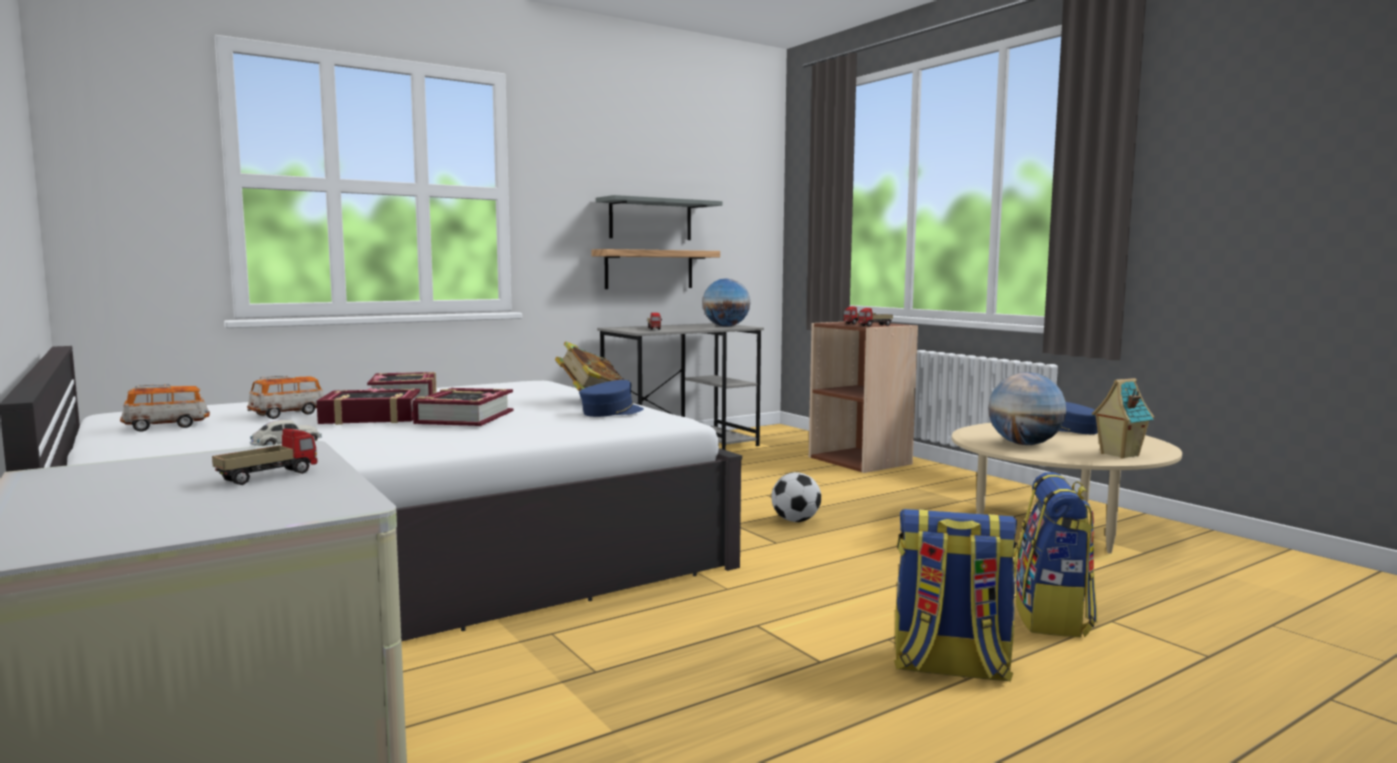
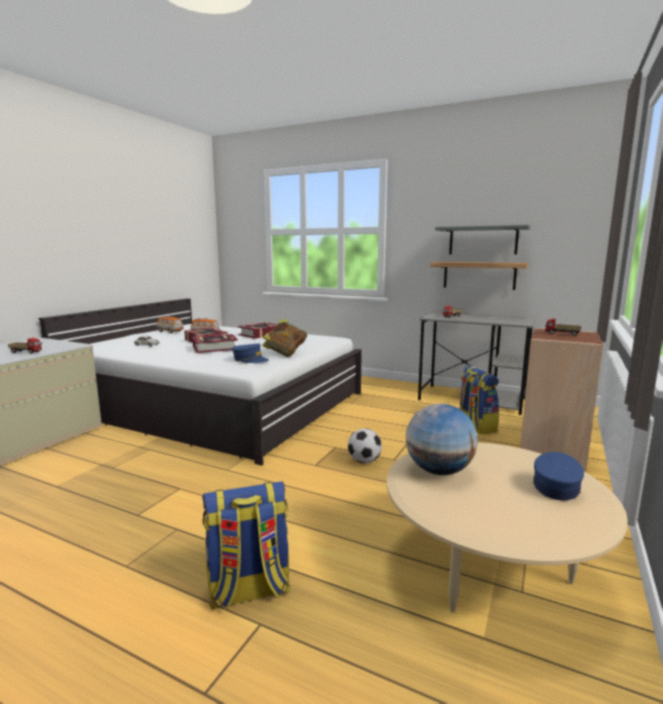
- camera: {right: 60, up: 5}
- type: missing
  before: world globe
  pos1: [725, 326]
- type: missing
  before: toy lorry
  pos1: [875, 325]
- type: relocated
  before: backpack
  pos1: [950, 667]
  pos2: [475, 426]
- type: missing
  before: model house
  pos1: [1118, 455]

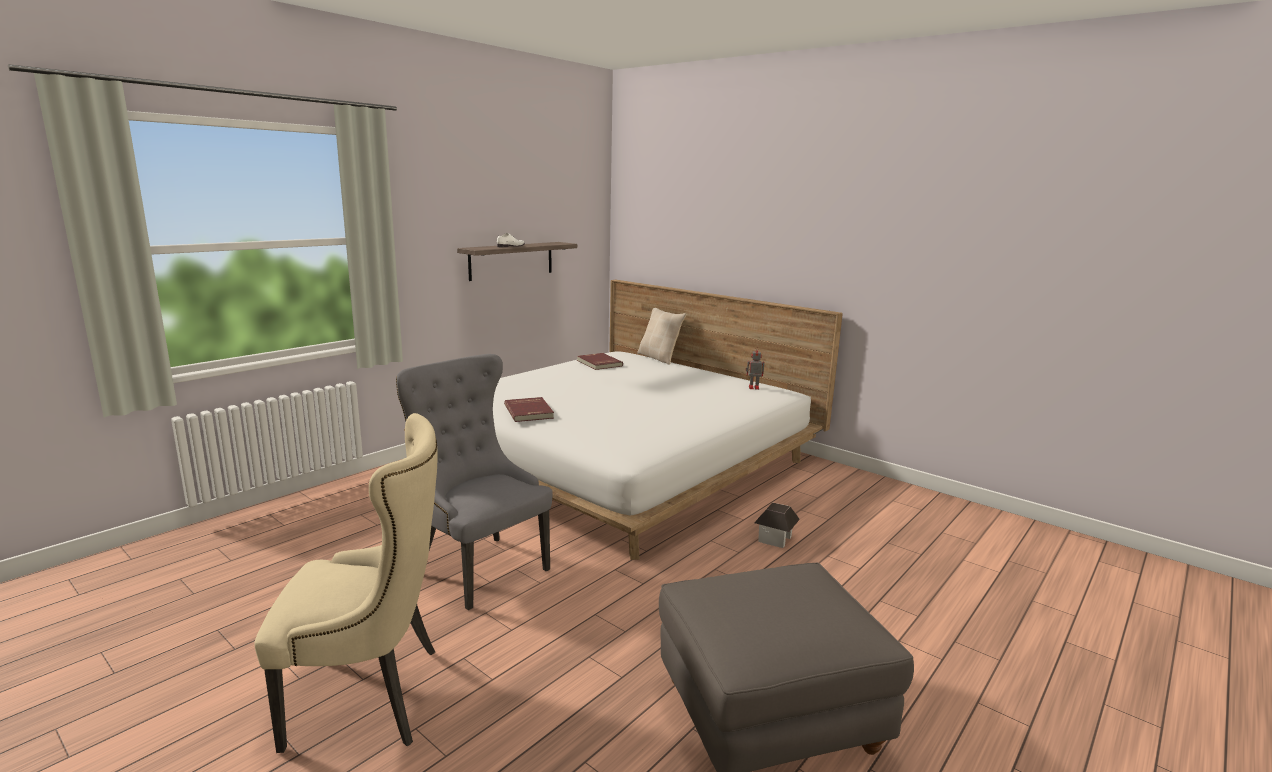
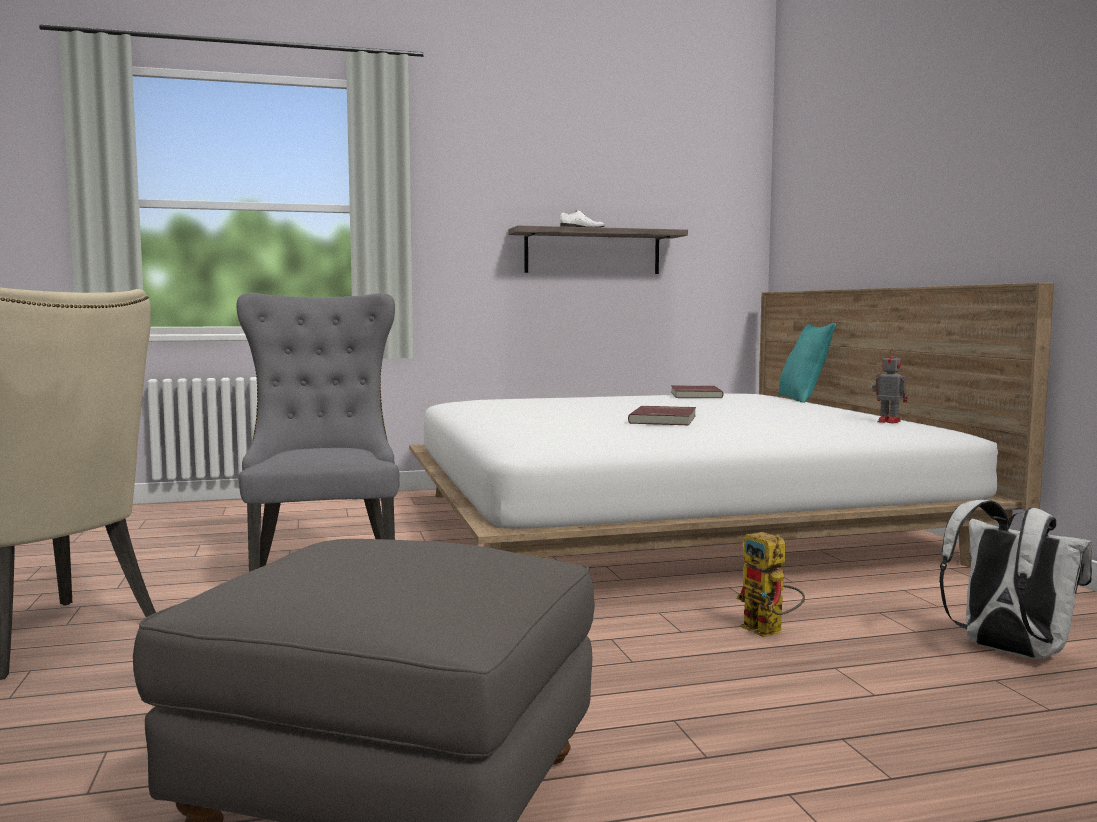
- camera: {right: 35, up: -10}
- type: relocated
  before: reddish bound book
  pos1: [530, 411]
  pos2: [665, 419]
- type: colour
  before: beige cushion
  after: turquoise-coloured cushion
  pos1: [659, 358]
  pos2: [803, 399]
- type: exchanged
  before: model house
  after: toy robot
  pos1: [775, 539]
  pos2: [770, 631]
- type: appeared
  after: whitish backpack
  pos2: [1007, 652]

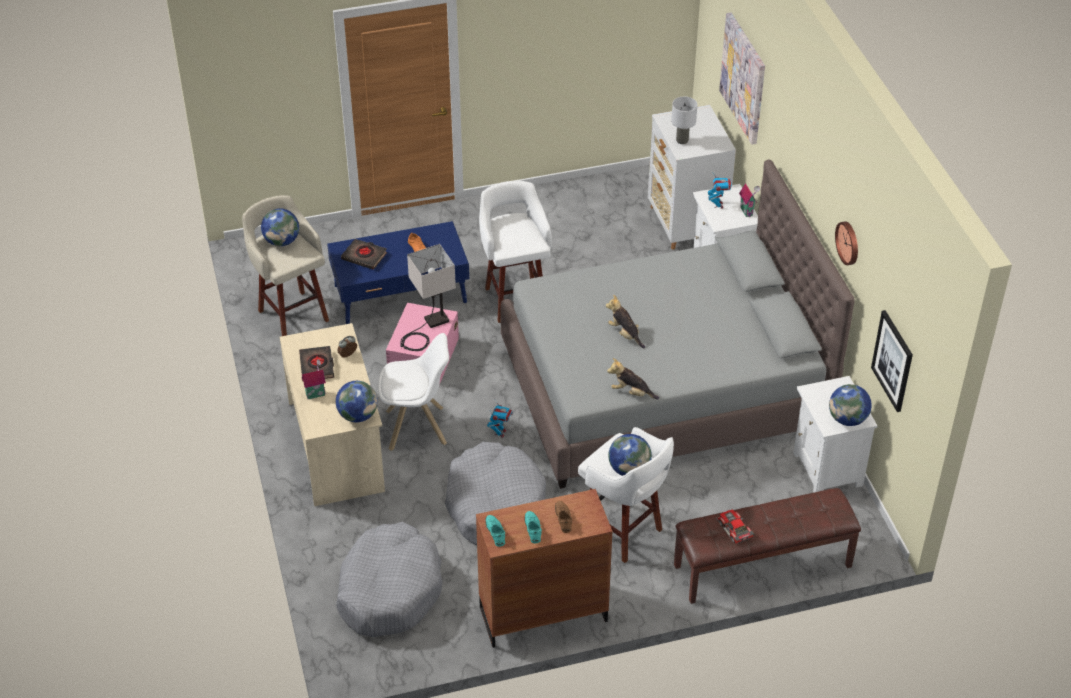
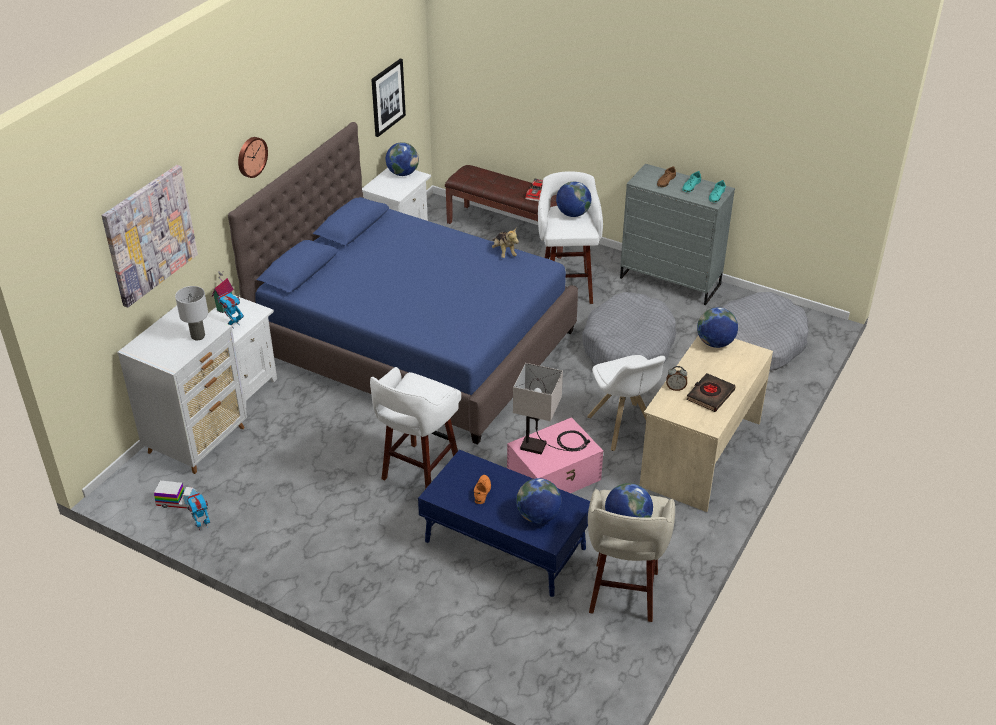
- camera: {right: -135, up: -5}
- type: missing
  before: model house
  pos1: [315, 393]
- type: exchanged
  before: black bound book
  after: world globe
  pos1: [364, 256]
  pos2: [538, 516]
- type: spun
  before: whitish upright chair
  pos1: [417, 428]
  pos2: [623, 427]
  turn: -150
- type: colour
  before: brownish drawer chest
  after: gray drawer chest
  pos1: [543, 615]
  pos2: [671, 281]
- type: relocated
  before: toy robot
  pos1: [500, 432]
  pos2: [202, 525]
- type: colour
  before: gray bedroom bed
  after: blue bedroom bed
  pos1: [663, 386]
  pos2: [414, 343]
- type: missing
  before: plush toy
  pos1: [625, 334]
- type: relocated
  before: hanging clock
  pos1: [848, 242]
  pos2: [251, 156]
- type: appeared
  after: toy lorry
  pos2: [179, 502]

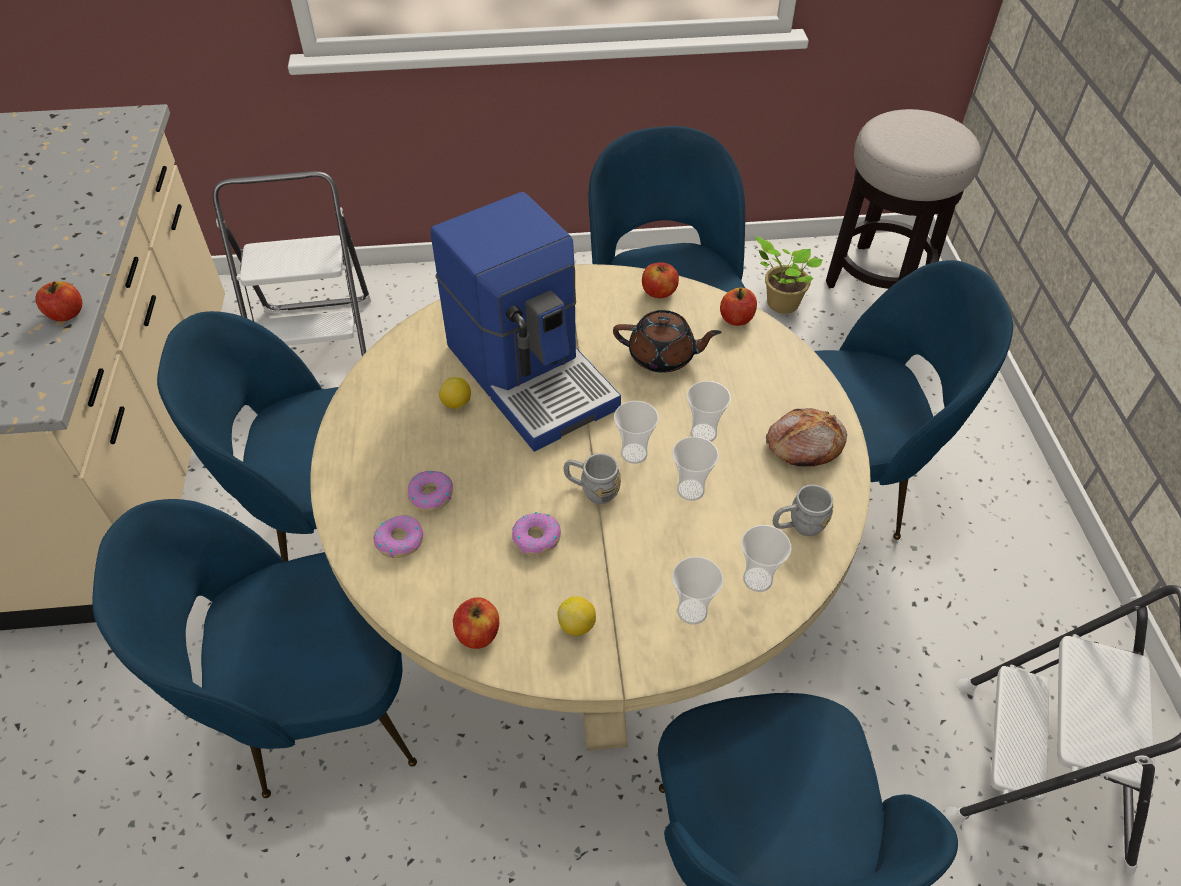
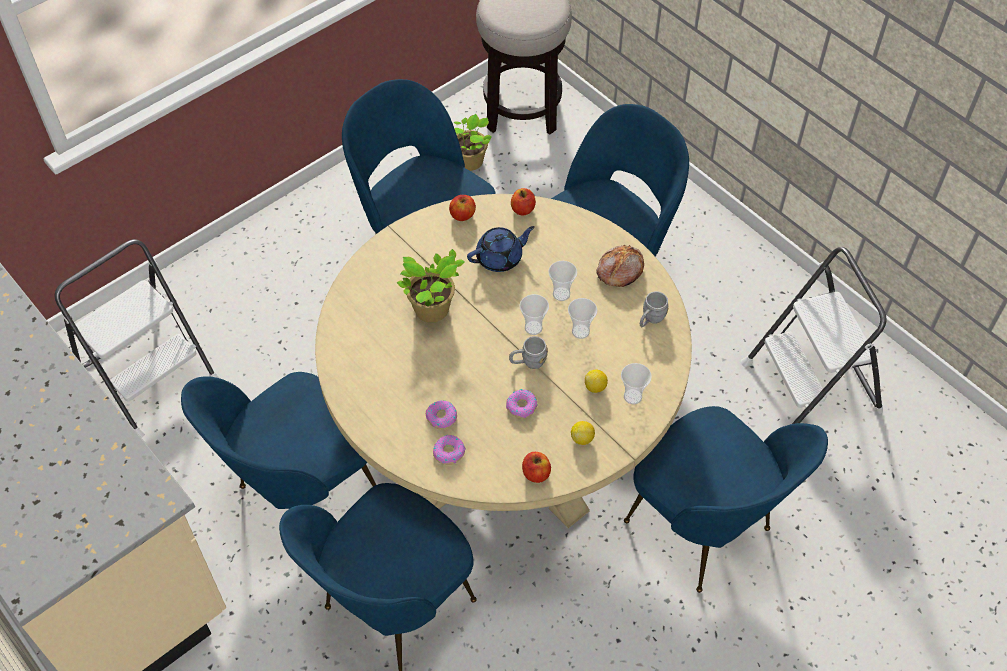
- camera: {right: -35, up: 5}
- type: missing
  before: apple
  pos1: [66, 314]
- type: exchanged
  before: coffee maker
  after: houseplant
  pos1: [532, 373]
  pos2: [433, 311]
- type: relocated
  before: citrus fruit
  pos1: [457, 404]
  pos2: [595, 387]
- type: colour
  before: brownish teapot
  after: blue teapot
  pos1: [663, 356]
  pos2: [500, 258]
- type: missing
  before: drinking cup
  pos1: [757, 579]

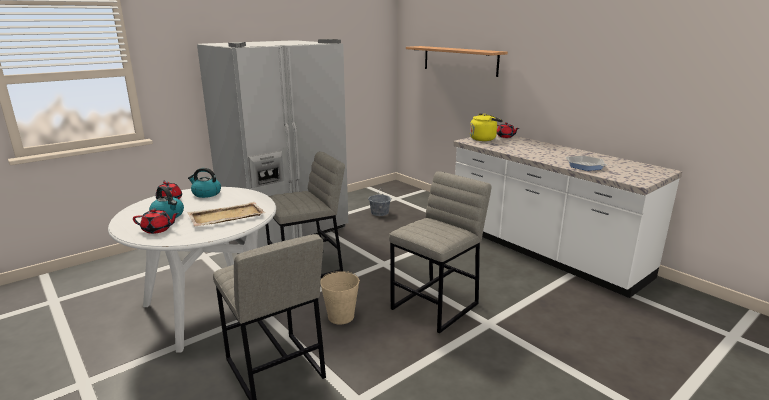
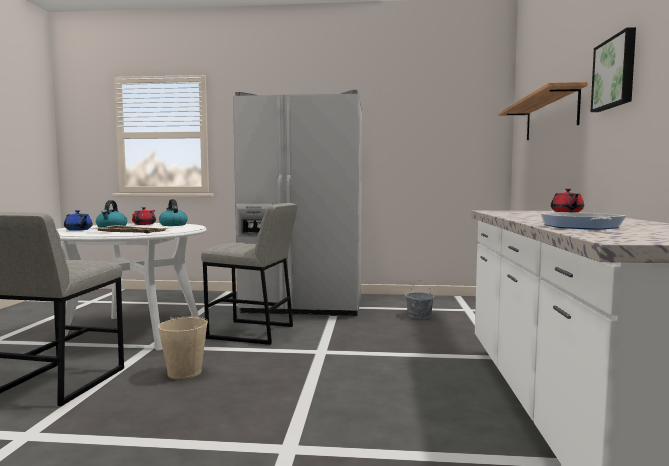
- camera: {right: 45, up: -15}
- type: colour
  before: reddish teapot
  after: blue teapot
  pos1: [157, 229]
  pos2: [78, 230]
- type: missing
  before: gray upright chair
  pos1: [436, 305]
- type: missing
  before: yellow tea kettle
  pos1: [484, 139]
- type: appeared
  after: wall picture
  pos2: [615, 73]

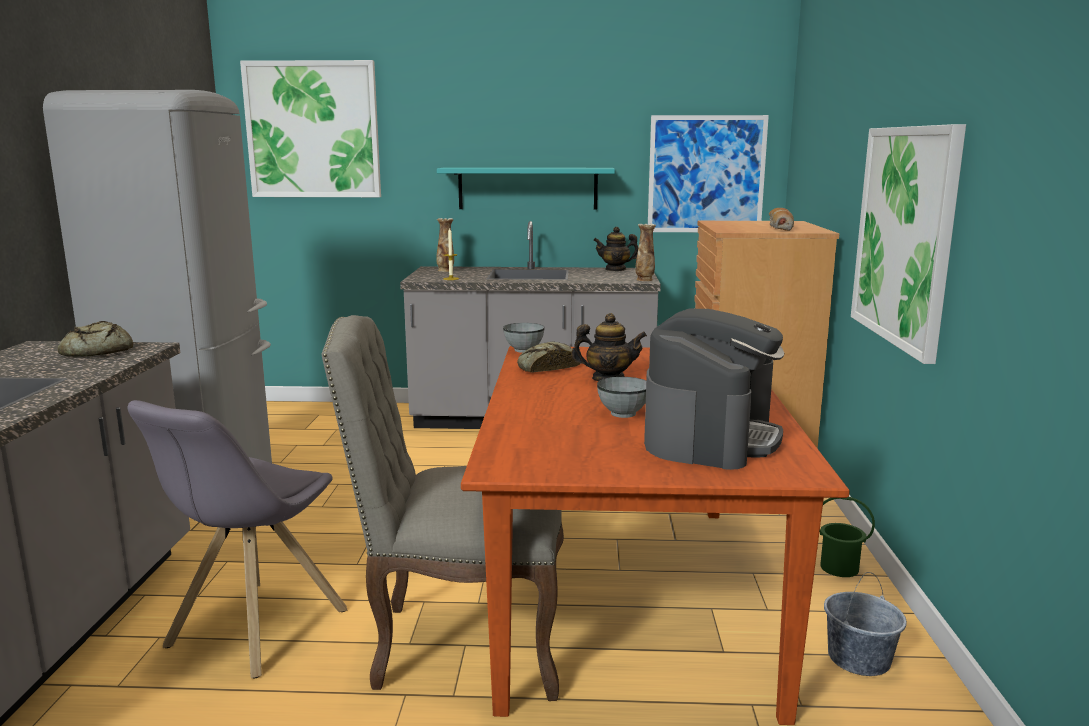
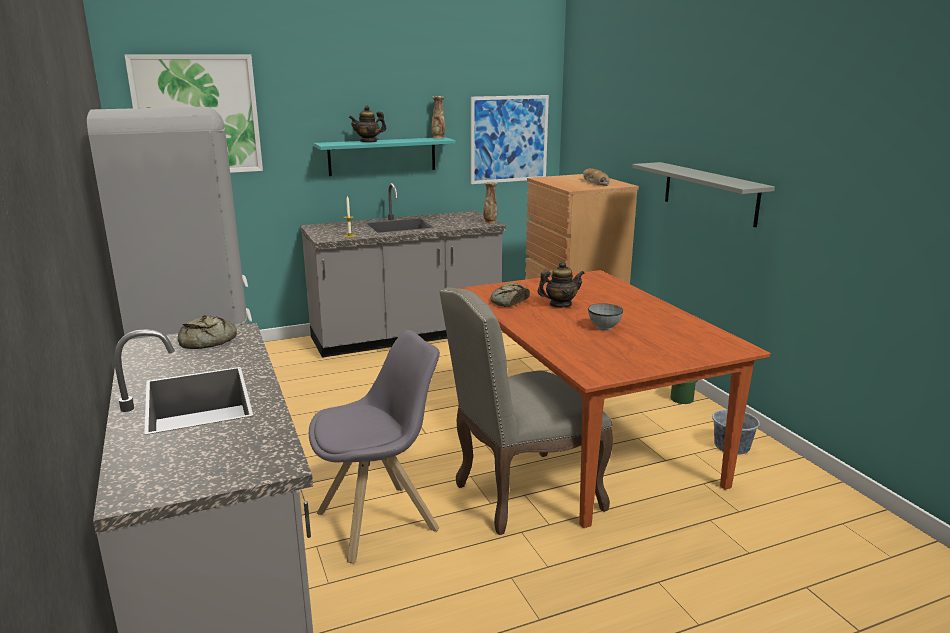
- camera: {right: -25, up: 5}
- type: spun
  before: gray upright chair
  pos1: [255, 627]
  pos2: [378, 521]
  turn: -120
- type: relocated
  before: decorative vase
  pos1: [446, 270]
  pos2: [438, 138]
- type: missing
  before: gray deep dish
  pos1: [524, 350]
- type: relocated
  before: teapot
  pos1: [615, 269]
  pos2: [368, 141]
- type: missing
  before: coffee maker
  pos1: [710, 437]
- type: exchanged
  before: wall picture
  after: gray shelf
  pos1: [905, 235]
  pos2: [709, 193]

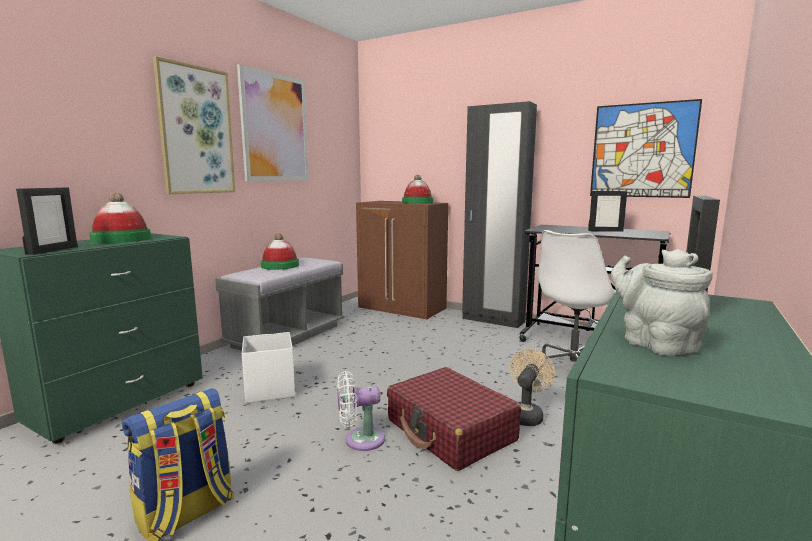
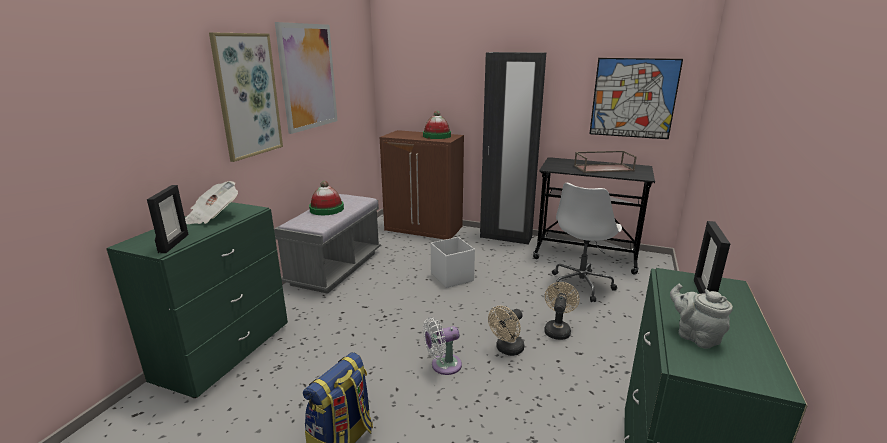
- camera: {right: -10, up: 10}
- type: exchanged
  before: wearable hat
  after: printed paper
  pos1: [121, 239]
  pos2: [212, 217]
- type: relocated
  before: whitish storage container
  pos1: [270, 389]
  pos2: [452, 277]
- type: exchanged
  before: reddish piece of luggage
  after: beige electric fan
  pos1: [450, 431]
  pos2: [507, 350]
- type: exchanged
  before: standing frame
  after: brownish tray
  pos1: [605, 231]
  pos2: [603, 168]

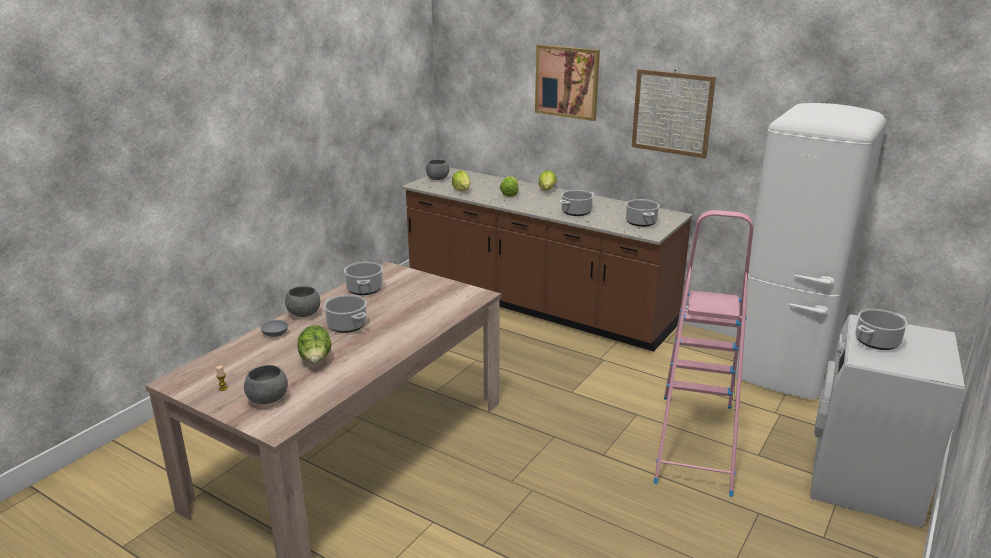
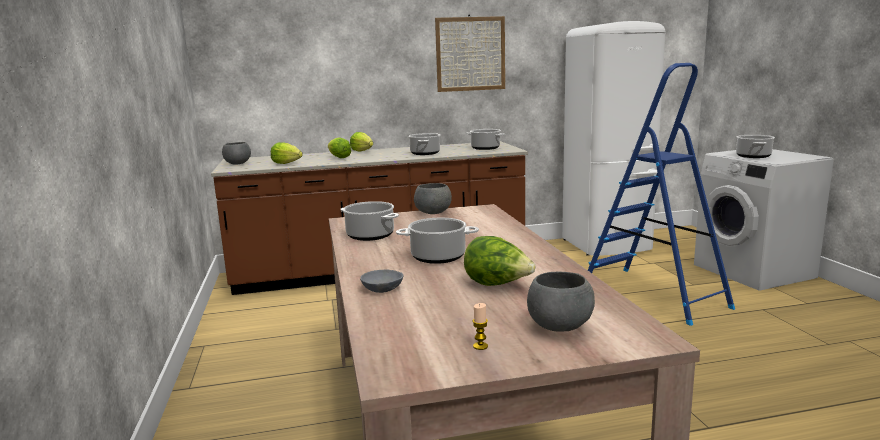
- camera: {right: -45, up: -10}
- type: relocated
  before: gray deep dish
  pos1: [304, 315]
  pos2: [433, 213]
- type: missing
  before: wall picture
  pos1: [567, 82]
- type: colour
  before: pink step stool
  after: blue step stool
  pos1: [695, 441]
  pos2: [653, 294]

